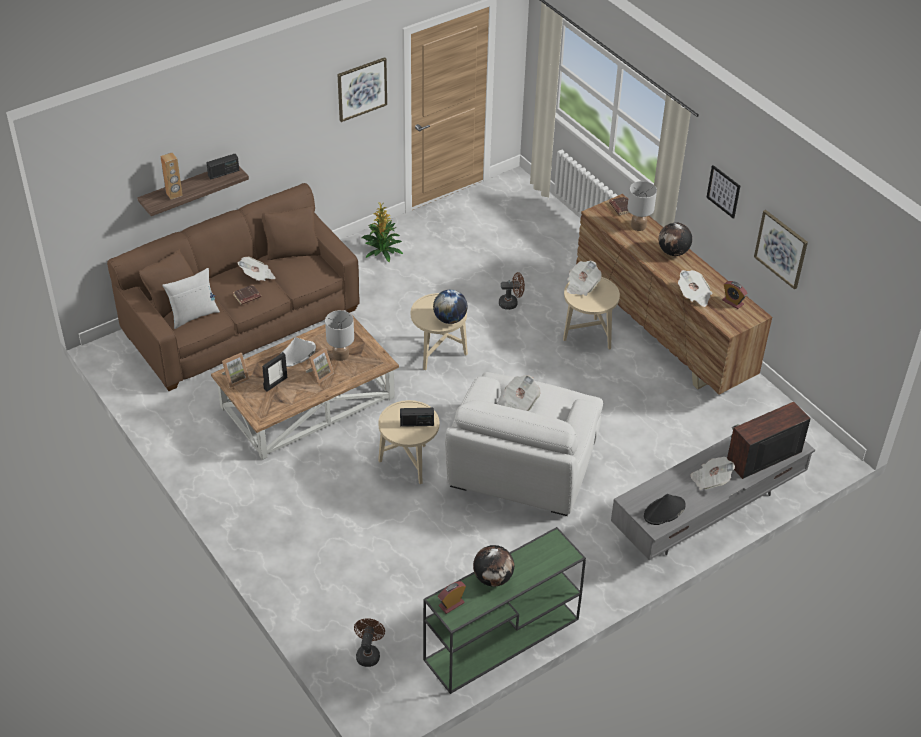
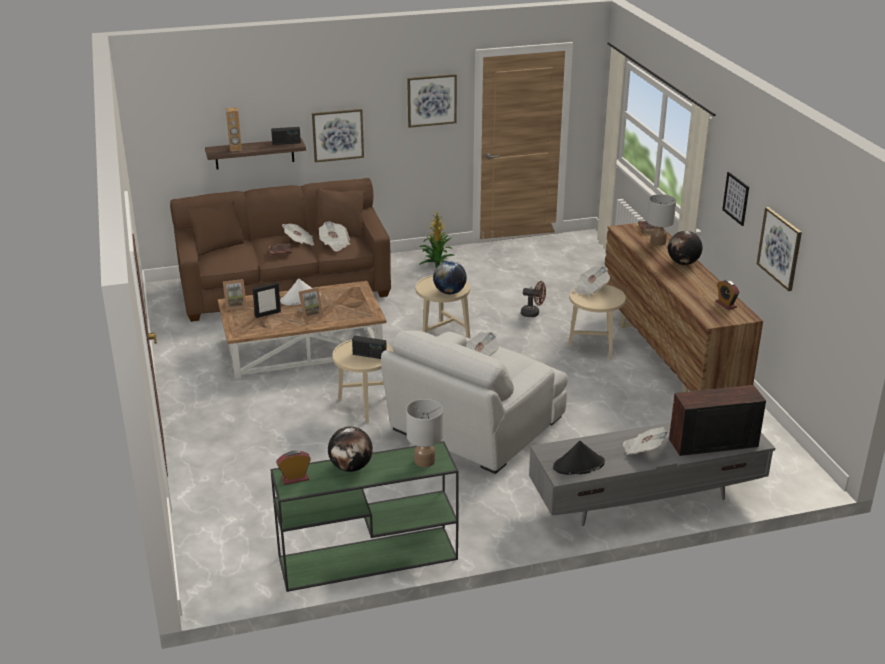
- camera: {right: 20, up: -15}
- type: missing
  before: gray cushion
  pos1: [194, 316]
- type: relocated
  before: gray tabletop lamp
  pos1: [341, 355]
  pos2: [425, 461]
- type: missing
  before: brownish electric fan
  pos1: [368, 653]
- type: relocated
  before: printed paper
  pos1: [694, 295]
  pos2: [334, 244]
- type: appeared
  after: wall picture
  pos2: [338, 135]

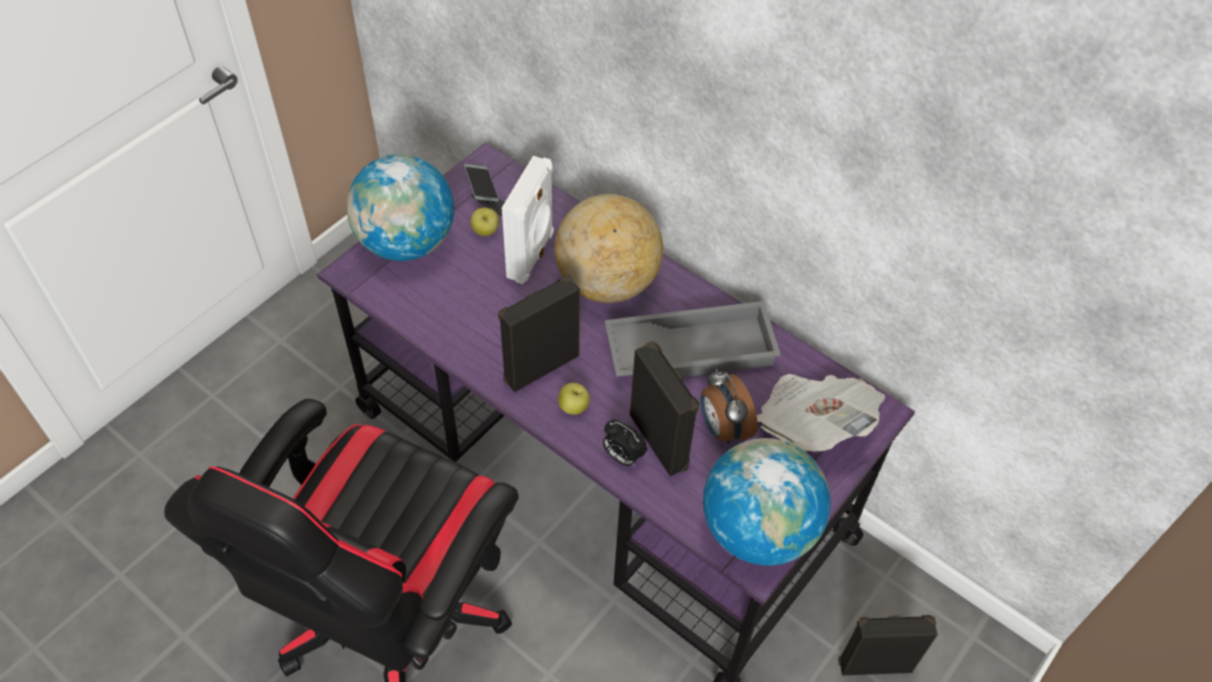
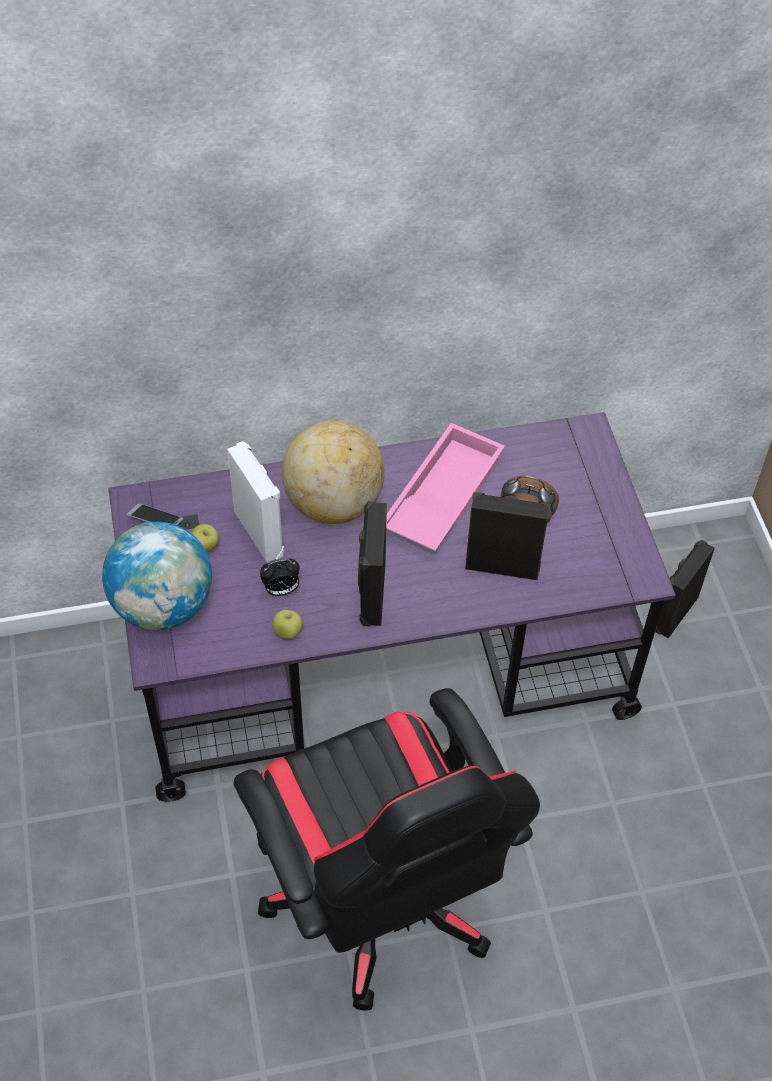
- camera: {right: -50, up: 0}
- type: relocated
  before: apple
  pos1: [573, 407]
  pos2: [288, 632]
- type: relocated
  before: bedside clock
  pos1: [622, 456]
  pos2: [281, 590]
- type: colour
  before: gray tray
  after: pink tray
  pos1: [691, 348]
  pos2: [441, 495]
- type: missing
  before: world globe
  pos1: [758, 529]
- type: missing
  before: printed paper
  pos1: [811, 424]

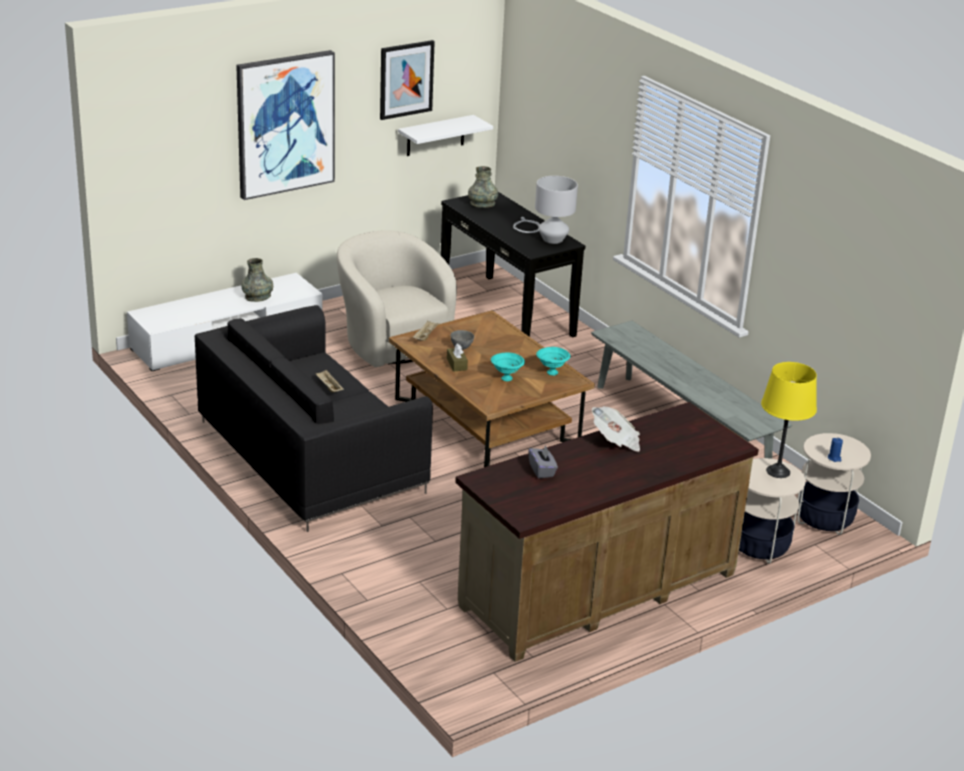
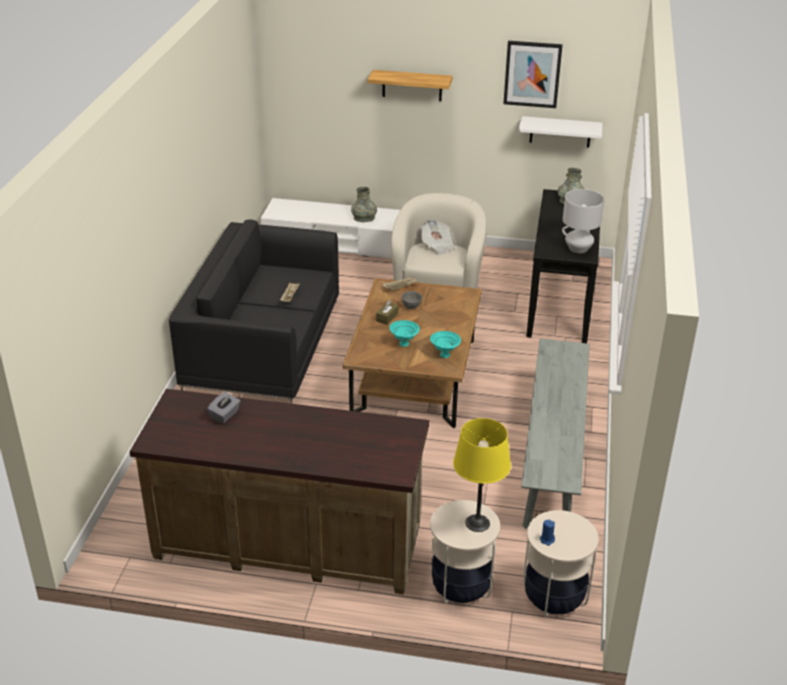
- camera: {right: 45, up: 5}
- type: exchanged
  before: wall picture
  after: shelf
  pos1: [285, 124]
  pos2: [412, 85]
- type: relocated
  before: printed paper
  pos1: [616, 441]
  pos2: [437, 246]

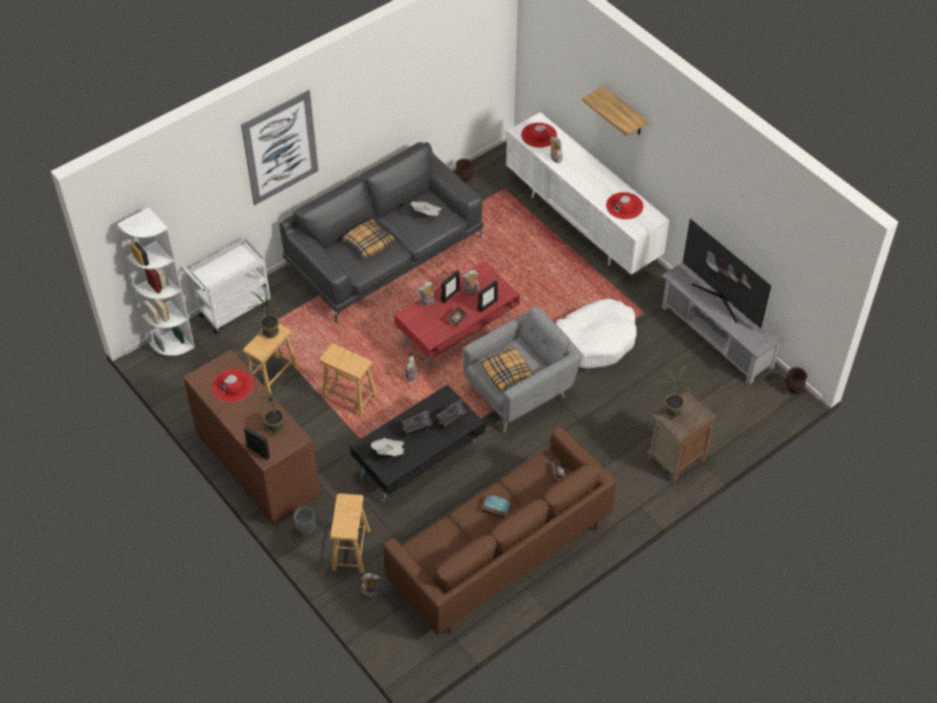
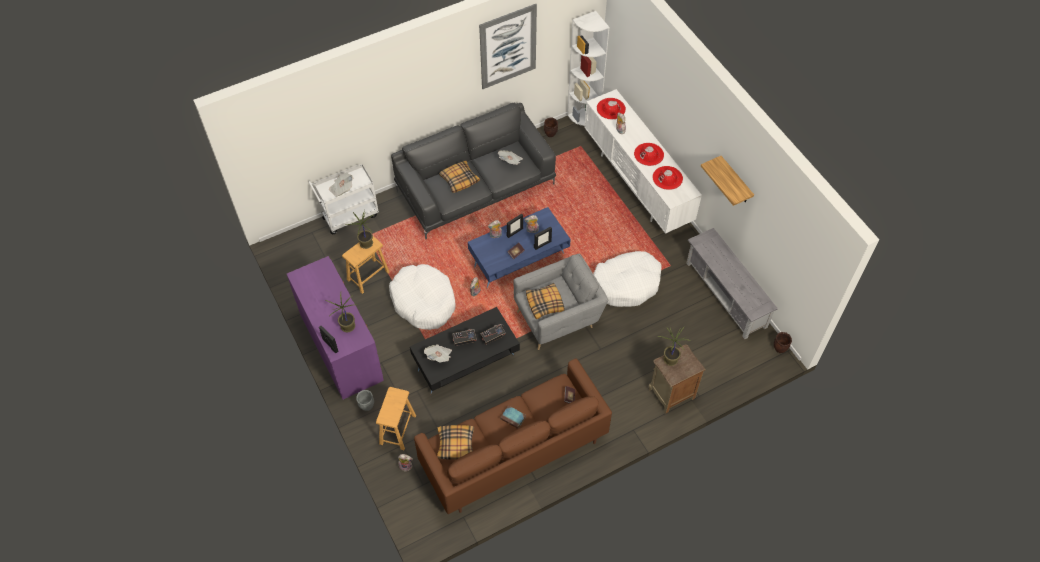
- camera: {right: 10, up: 5}
- type: relocated
  before: whitish bookcase
  pos1: [172, 347]
  pos2: [583, 120]
- type: colour
  before: brownish drawer chest
  after: purple-coloured drawer chest
  pos1: [257, 463]
  pos2: [341, 346]
- type: relocated
  before: reddish wearable hat
  pos1: [233, 386]
  pos2: [649, 154]
- type: relocated
  before: wall picture
  pos1: [280, 148]
  pos2: [508, 47]
- type: exchanged
  before: brownish stool
  after: whitish pet bed
  pos1: [349, 396]
  pos2: [423, 301]
- type: colour
  before: reddish coffee table
  after: blue coffee table
  pos1: [457, 332]
  pos2: [519, 260]
- type: relocated
  before: shelf
  pos1: [624, 112]
  pos2: [735, 181]
- type: missing
  before: television
  pos1: [721, 298]
- type: appeared
  after: printed paper
  pos2: [342, 189]
- type: appeared
  after: cushion
  pos2: [456, 445]

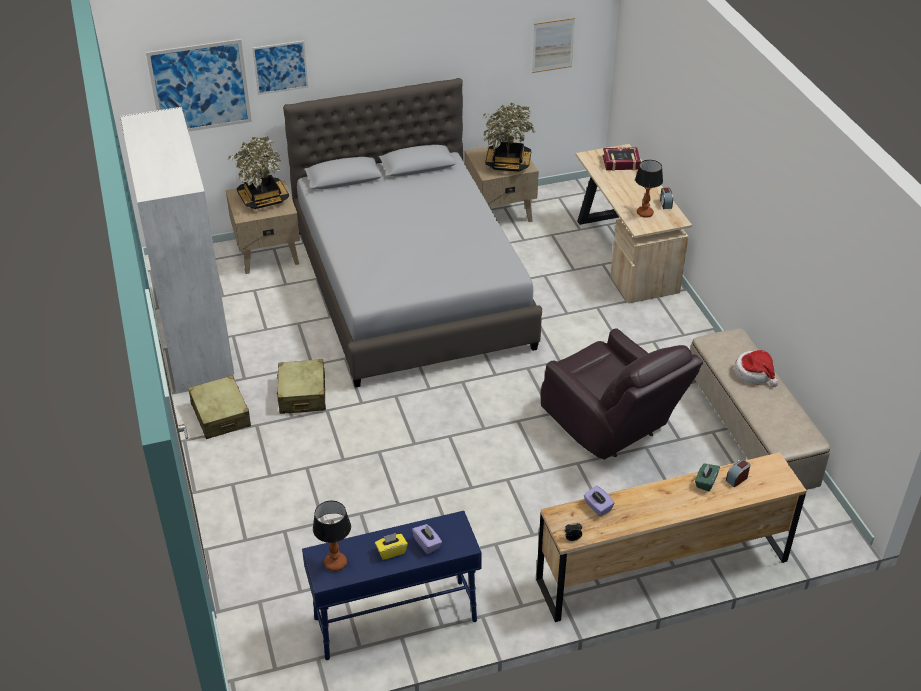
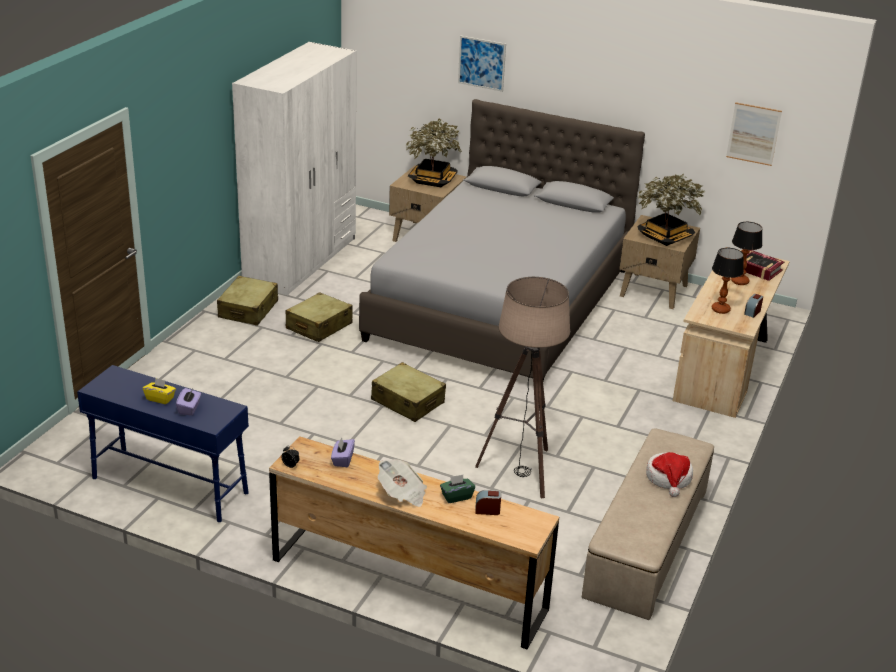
- camera: {right: 40, up: -10}
- type: missing
  before: wall picture
  pos1: [200, 87]
- type: relocated
  before: tabletop lamp
  pos1: [335, 563]
  pos2: [740, 281]
- type: exchanged
  before: brownish easy chair
  after: standard lamp
  pos1: [611, 427]
  pos2: [521, 470]
- type: appeared
  after: beige piece of luggage
  pos2: [407, 401]
- type: appeared
  after: printed paper
  pos2: [402, 494]

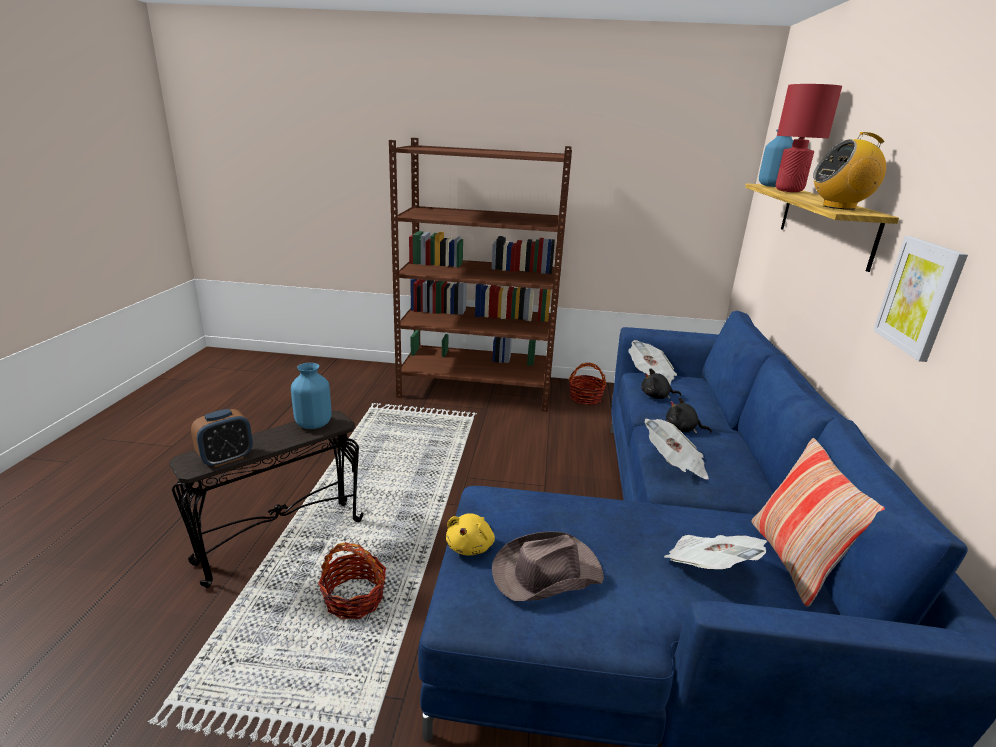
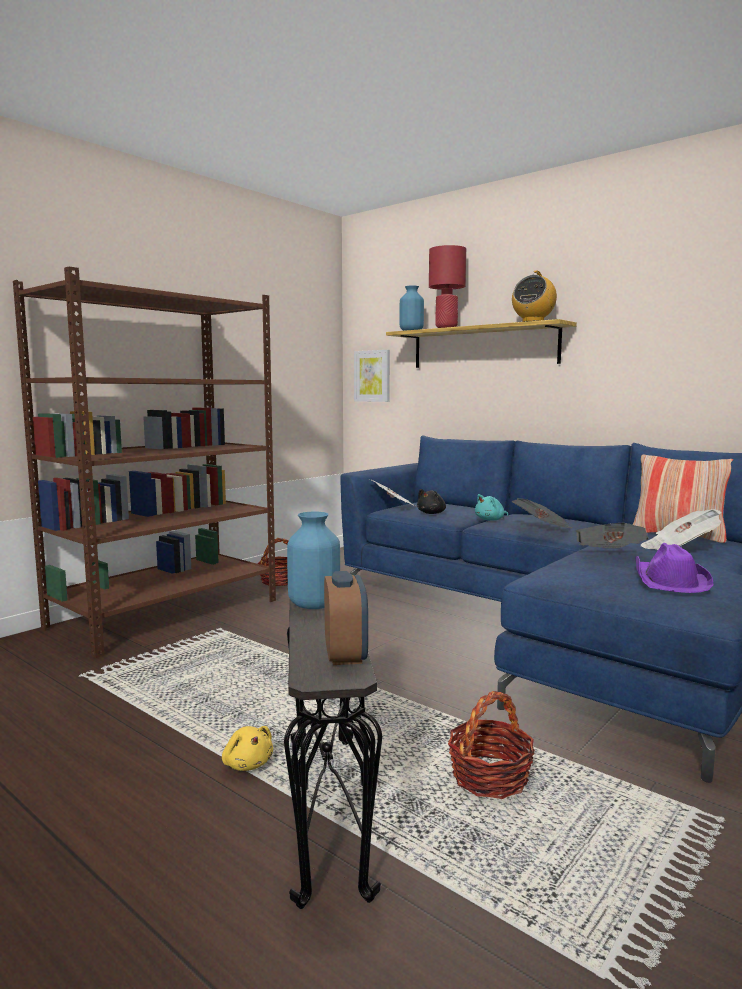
- camera: {right: -55, up: -15}
- type: relocated
  before: yellow plush toy
  pos1: [471, 546]
  pos2: [247, 764]
- type: colour
  before: brownish wearable hat
  after: purple-coloured wearable hat
  pos1: [545, 572]
  pos2: [669, 581]
- type: colour
  before: black plush toy
  after: turquoise-coloured plush toy
  pos1: [683, 429]
  pos2: [491, 520]
- type: relocated
  before: wall picture
  pos1: [919, 297]
  pos2: [372, 376]
- type: appeared
  after: printed paper
  pos2: [609, 556]

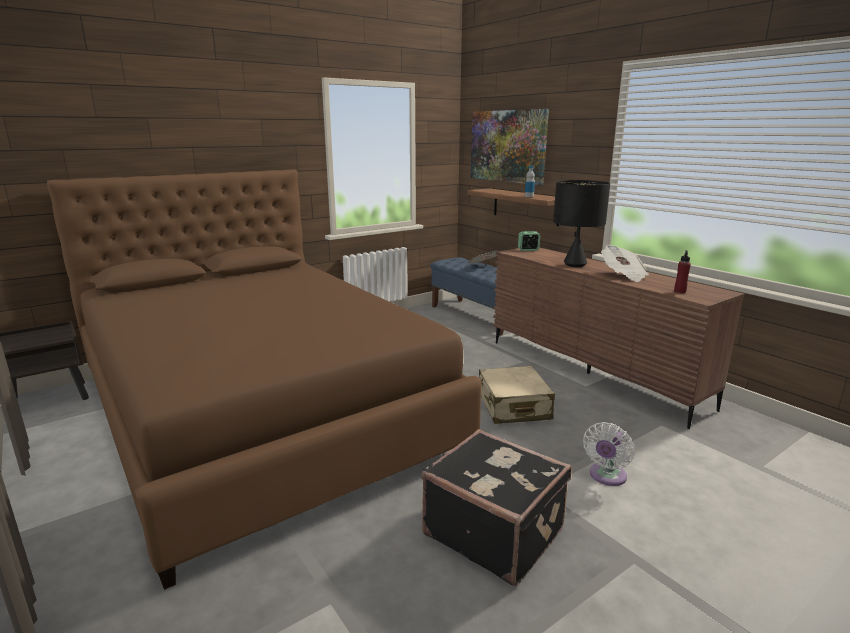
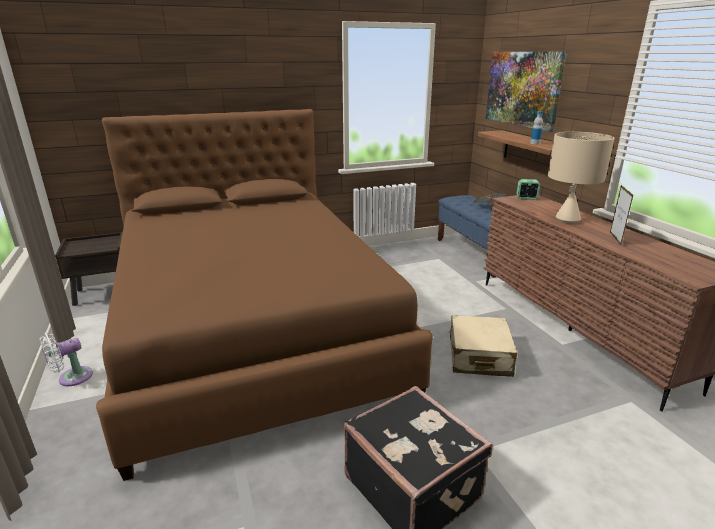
- camera: {right: 15, up: 5}
- type: colour
  before: black tabletop lamp
  after: beige tabletop lamp
  pos1: [575, 265]
  pos2: [567, 220]
- type: relocated
  before: whitish electric fan
  pos1: [606, 477]
  pos2: [71, 378]
- type: exchanged
  before: printed paper
  after: standing frame
  pos1: [623, 275]
  pos2: [615, 238]
- type: missing
  before: reddish beverage bottle
  pos1: [680, 291]

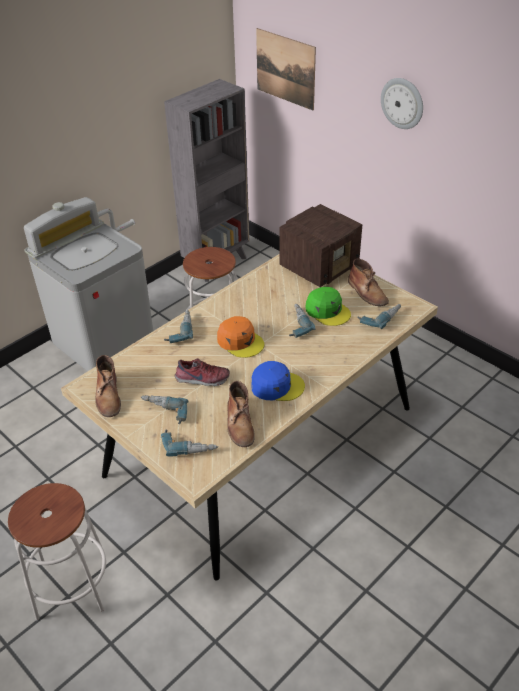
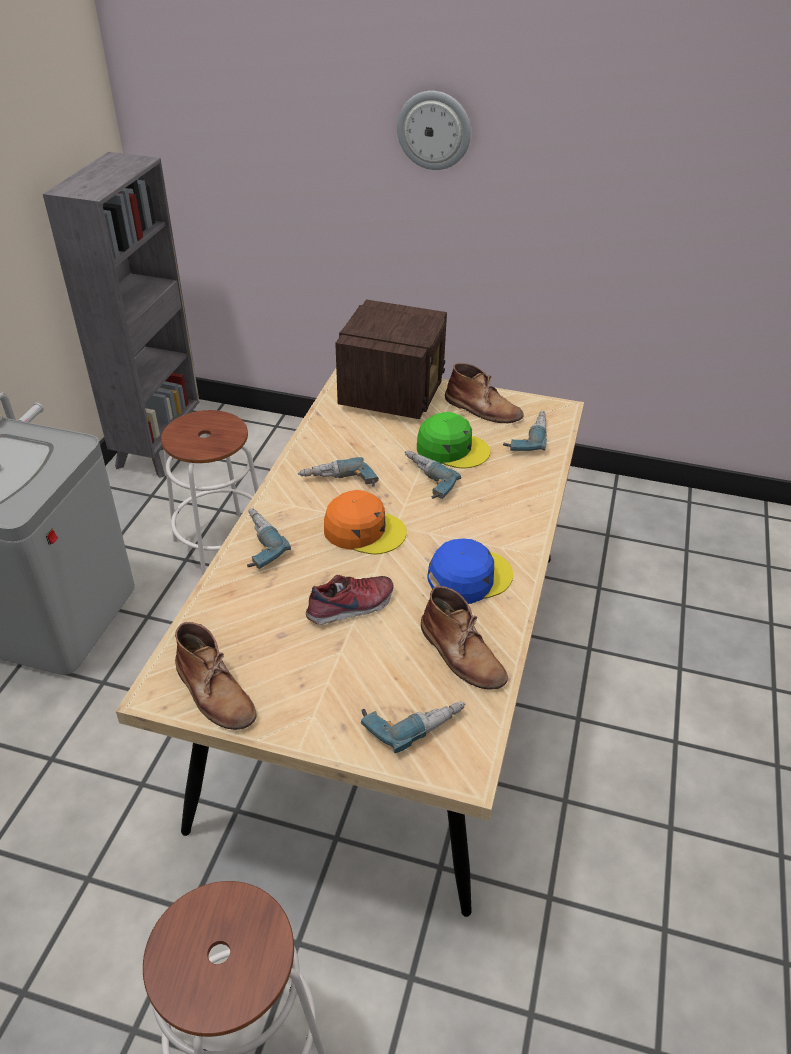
- camera: {right: -30, up: 0}
- type: relocated
  before: power drill
  pos1: [163, 413]
  pos2: [338, 483]
- type: missing
  before: wall picture
  pos1: [285, 69]

